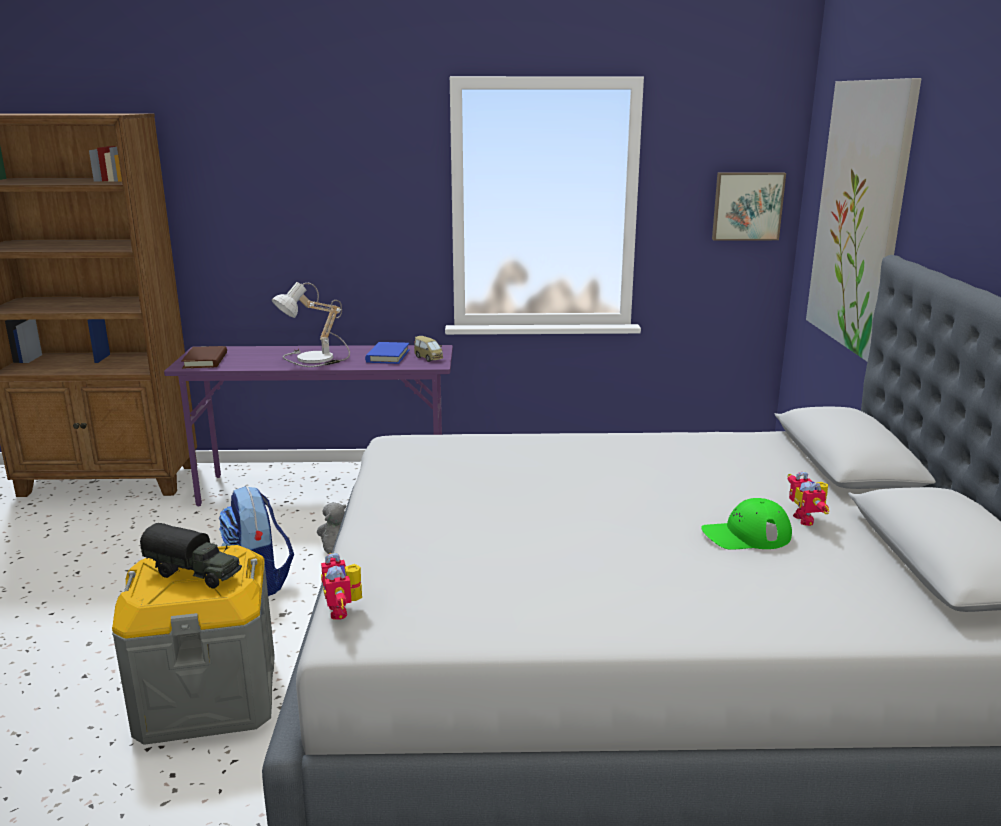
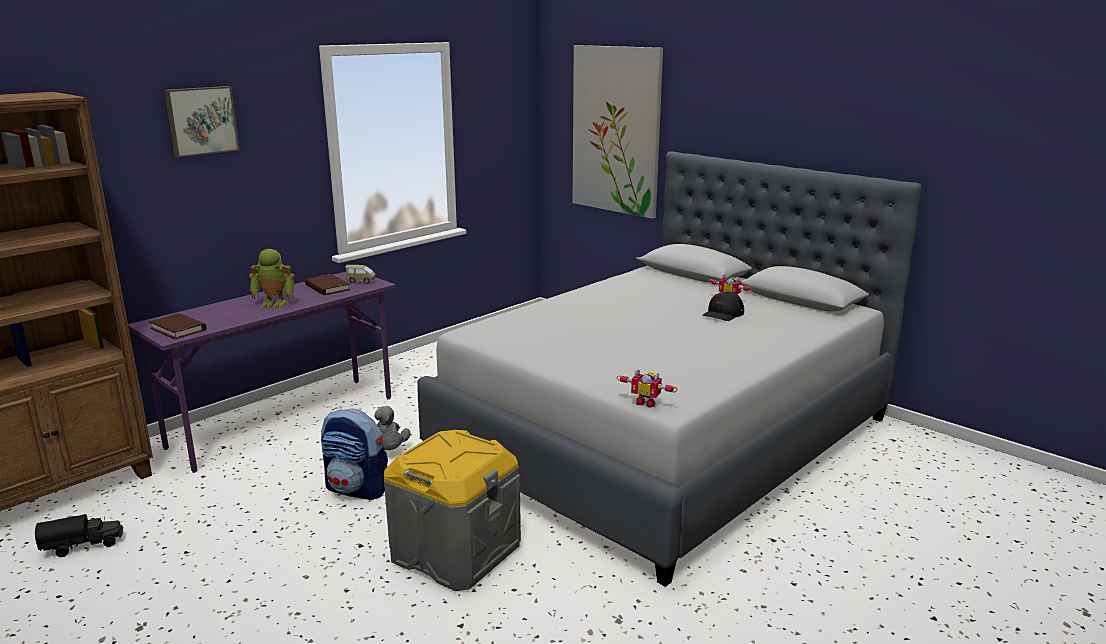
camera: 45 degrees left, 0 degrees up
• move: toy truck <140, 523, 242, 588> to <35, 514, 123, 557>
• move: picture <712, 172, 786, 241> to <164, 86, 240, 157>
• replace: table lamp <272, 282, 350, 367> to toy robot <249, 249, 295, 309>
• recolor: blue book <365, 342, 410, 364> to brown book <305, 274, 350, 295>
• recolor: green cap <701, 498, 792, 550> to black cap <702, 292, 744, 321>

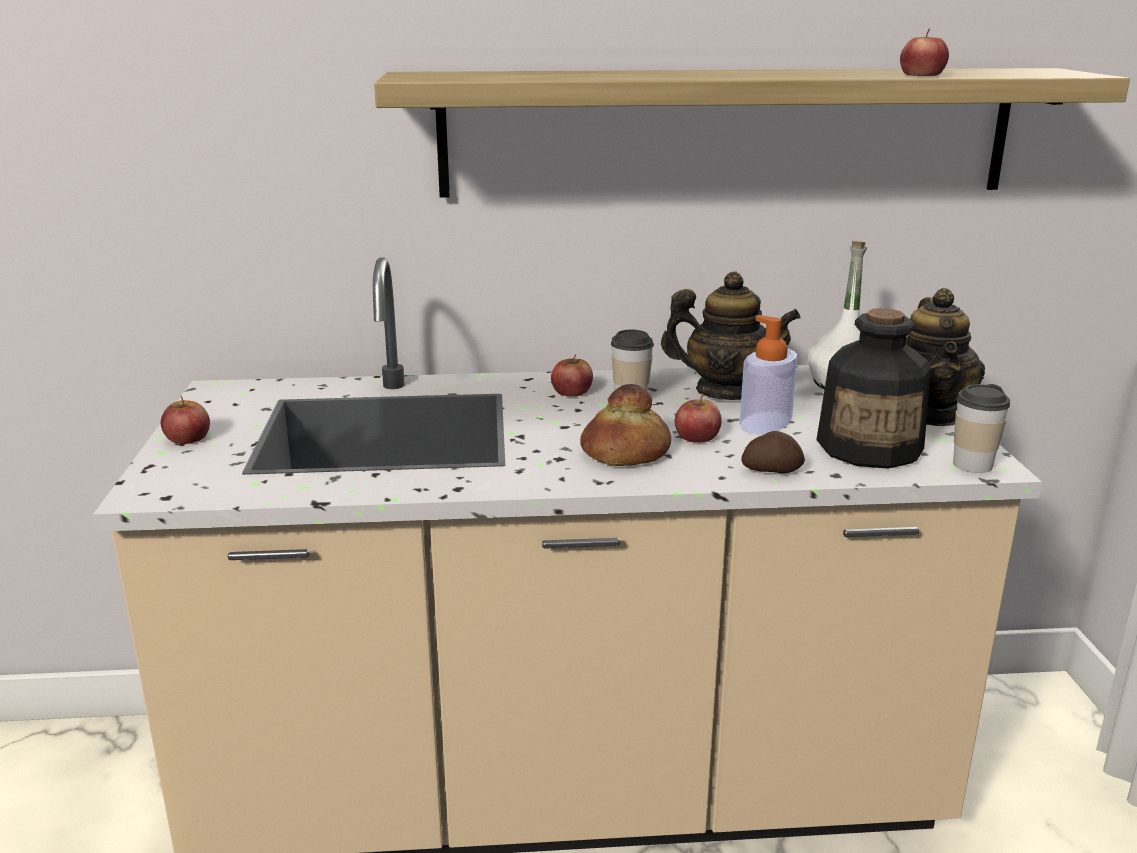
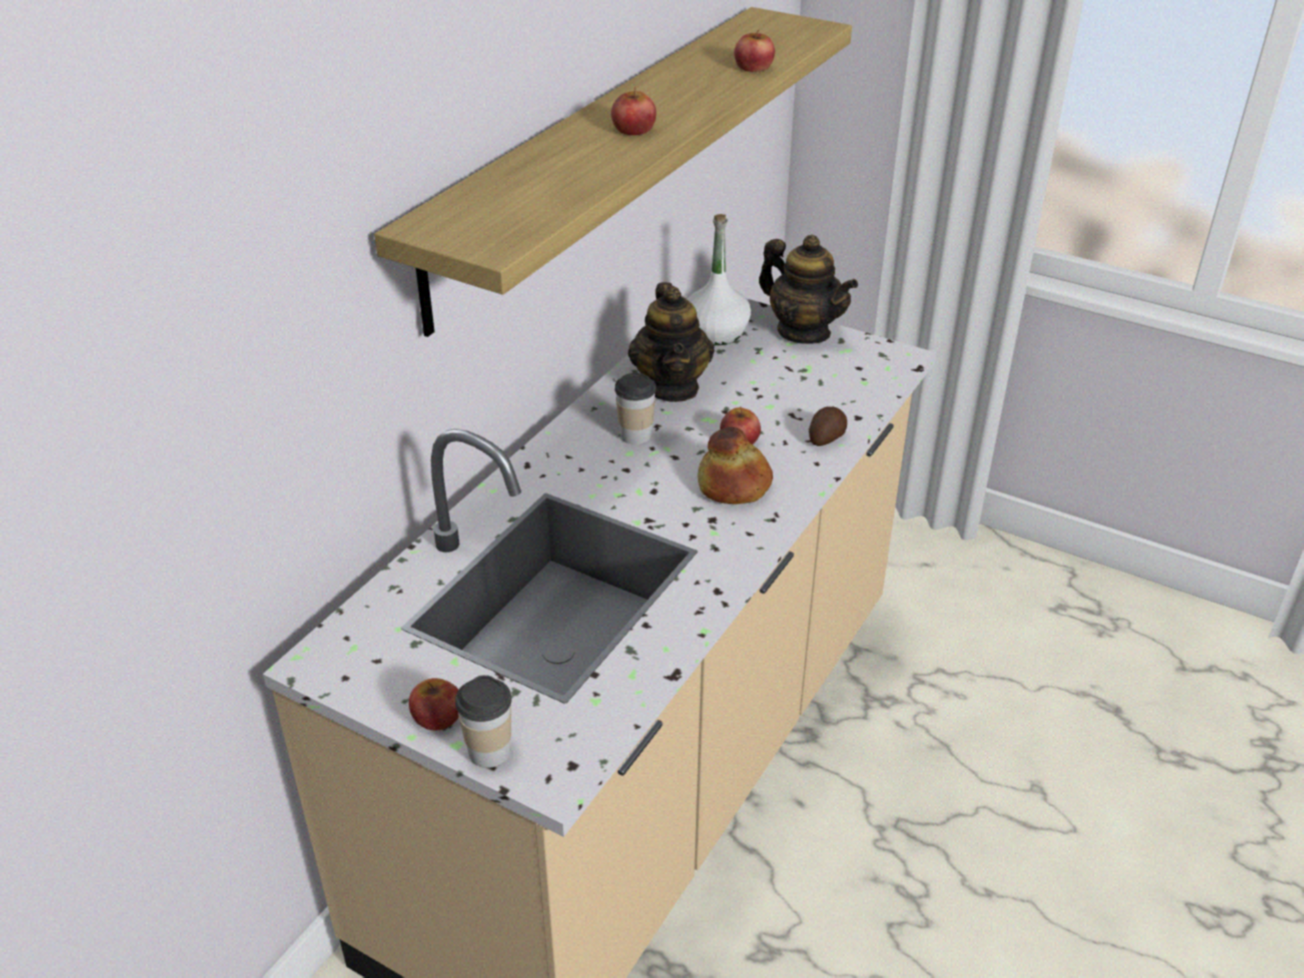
camera: 55 degrees left, 15 degrees up
• delete: soap dispenser <739, 315, 798, 434>
• delete: bottle <816, 308, 931, 469>
• move: apple <551, 354, 593, 397> to <611, 87, 656, 135>
• move: cup <953, 384, 1010, 473> to <455, 675, 512, 768>
• rotate: teapot <661, 272, 801, 400> = <628, 282, 715, 402> 120 degrees clockwise

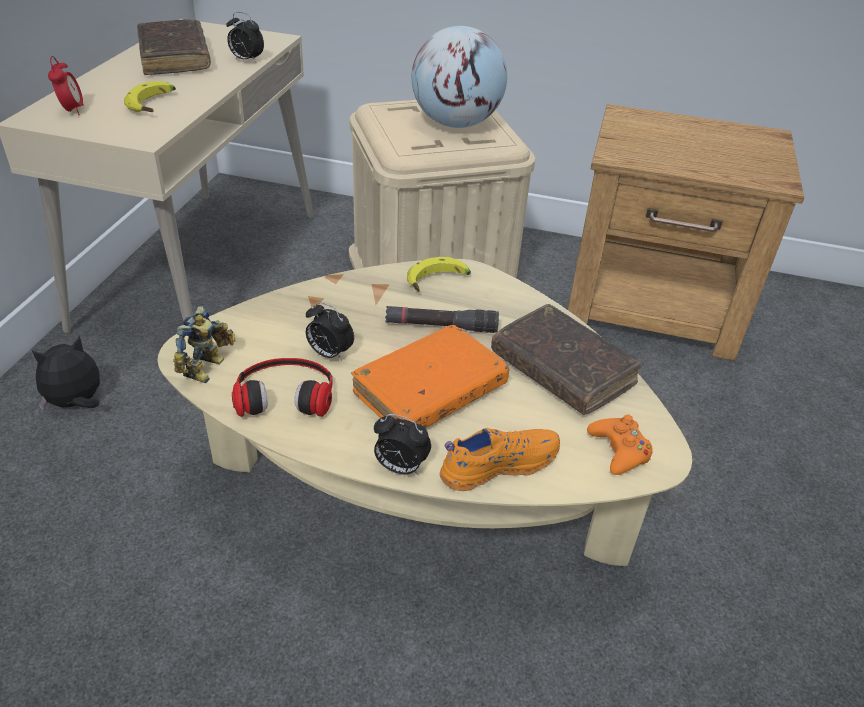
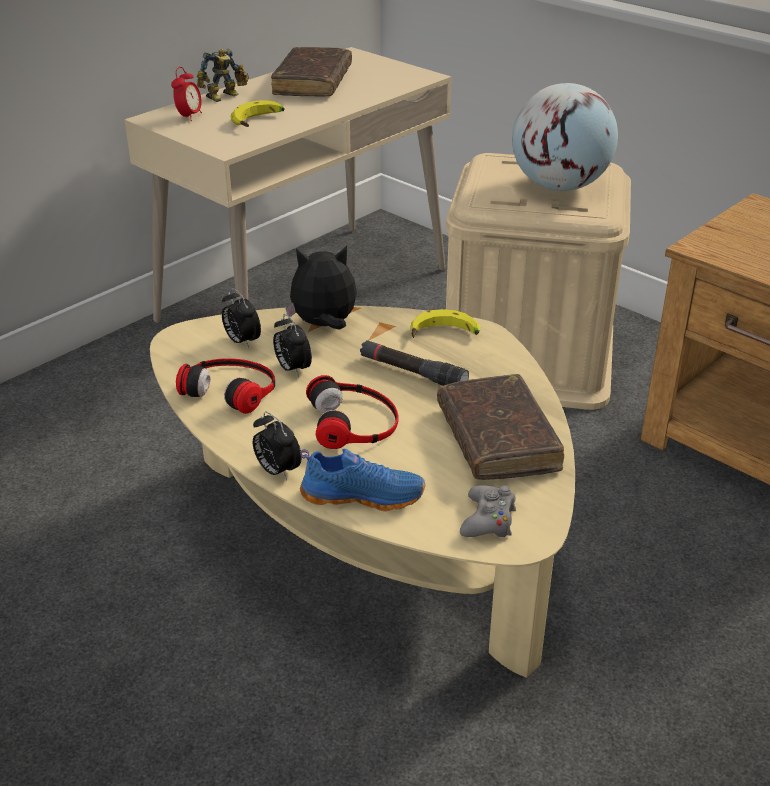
camera: 30 degrees right, 5 degrees down
• move: plush toy <32, 336, 100, 411> to <286, 246, 357, 330>
• move: toy robot <173, 306, 236, 383> to <197, 48, 249, 102>
• move: alarm clock <226, 12, 264, 62> to <222, 288, 261, 349>
• replace: orange book <351, 325, 510, 428> to headphones <306, 375, 399, 449>
• recolor: orange shoe <440, 428, 560, 491> to blue shoe <300, 449, 425, 511>
• recolor: orange game controller <587, 414, 653, 475> to grey game controller <460, 485, 516, 537>

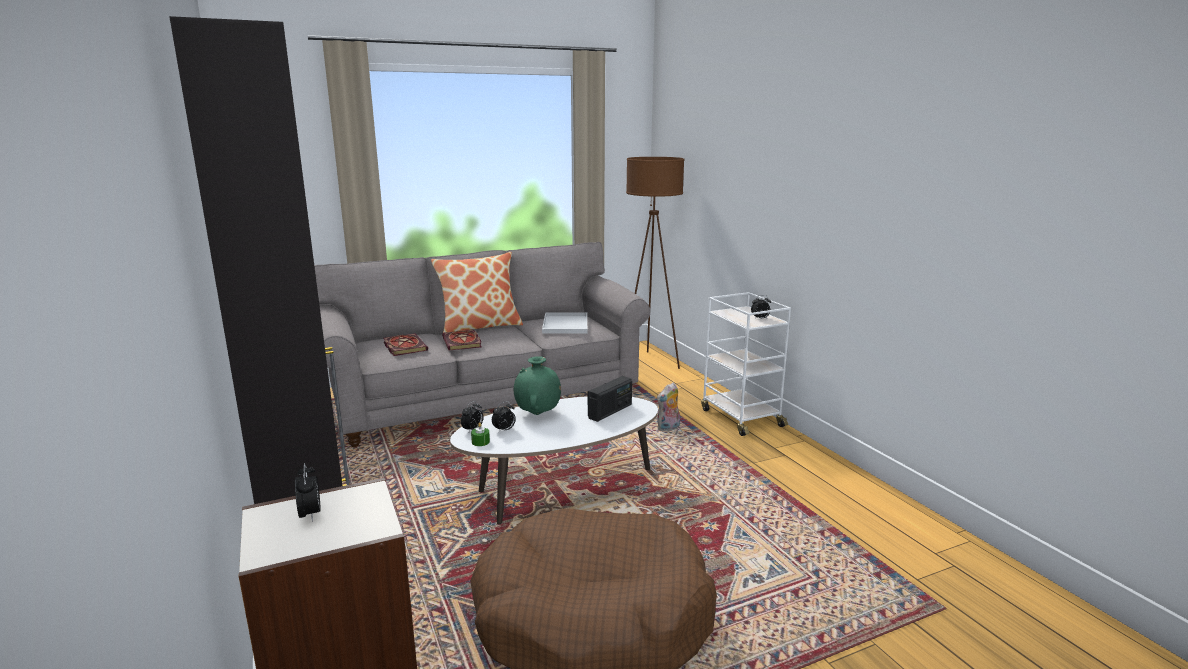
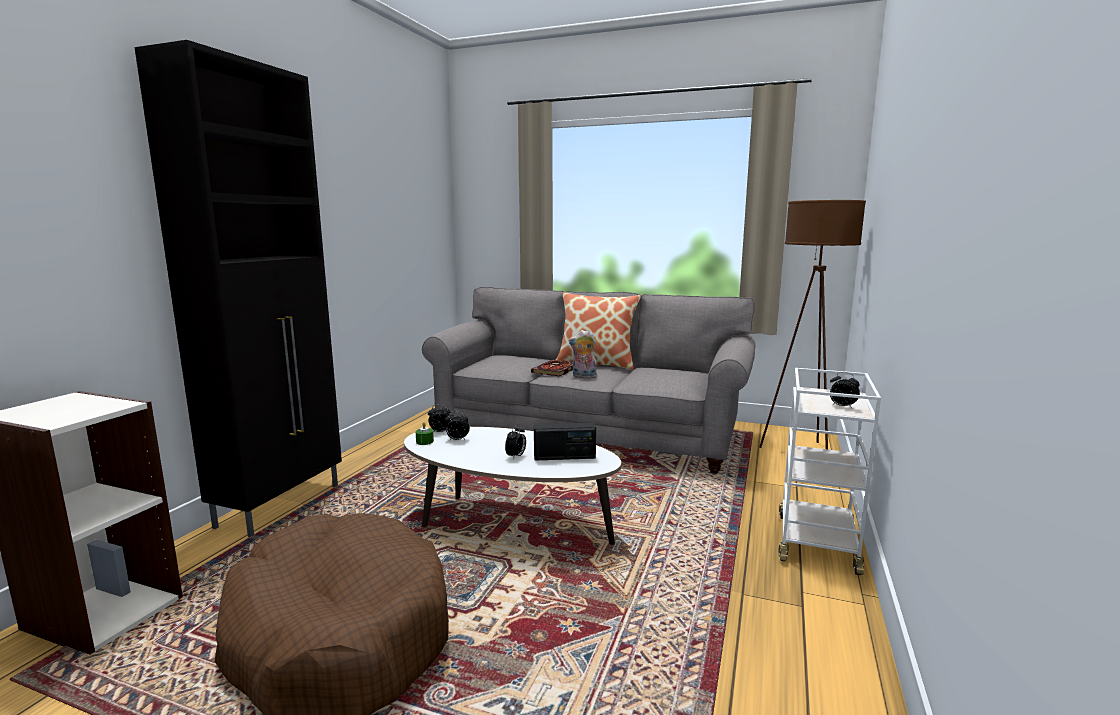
camera: 45 degrees right, 5 degrees down
• delete: book <384, 333, 428, 356>
• delete: green vase <514, 356, 561, 415>
• delete: white tray <542, 312, 587, 334>
• move: alarm clock <295, 463, 321, 522> to <505, 424, 526, 460>
• move: plush toy <657, 383, 680, 431> to <569, 330, 597, 378>

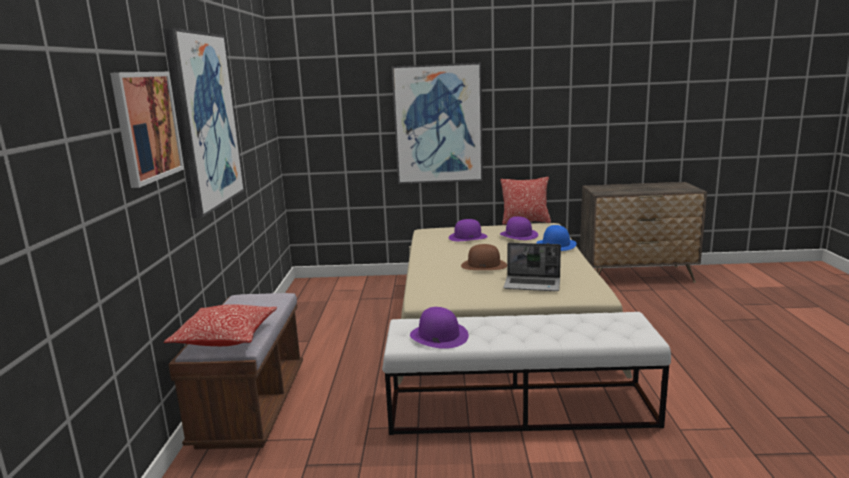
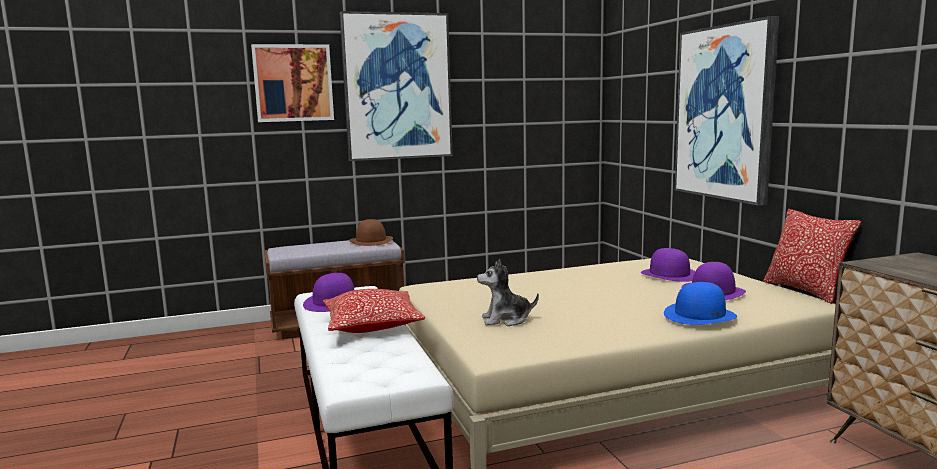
camera: 70 degrees right, 5 degrees down
• move: pillow <164, 304, 277, 346> to <323, 289, 425, 333>
• move: brown hat <461, 244, 507, 270> to <349, 219, 393, 246>
• replace: laptop <503, 243, 561, 291> to plush toy <477, 259, 539, 326>

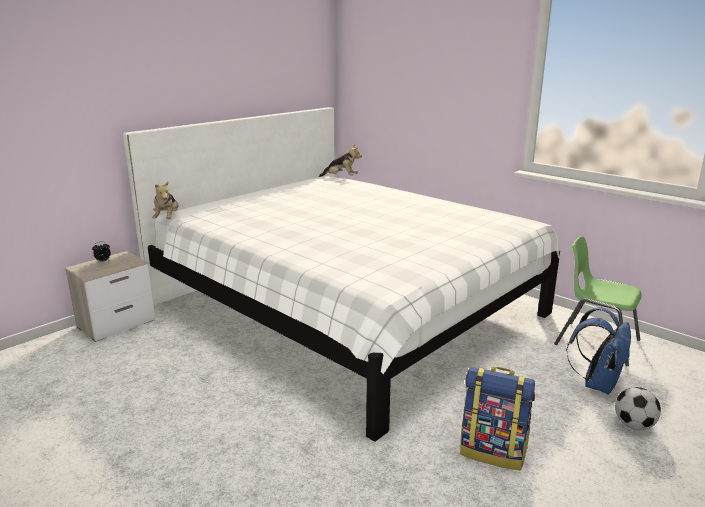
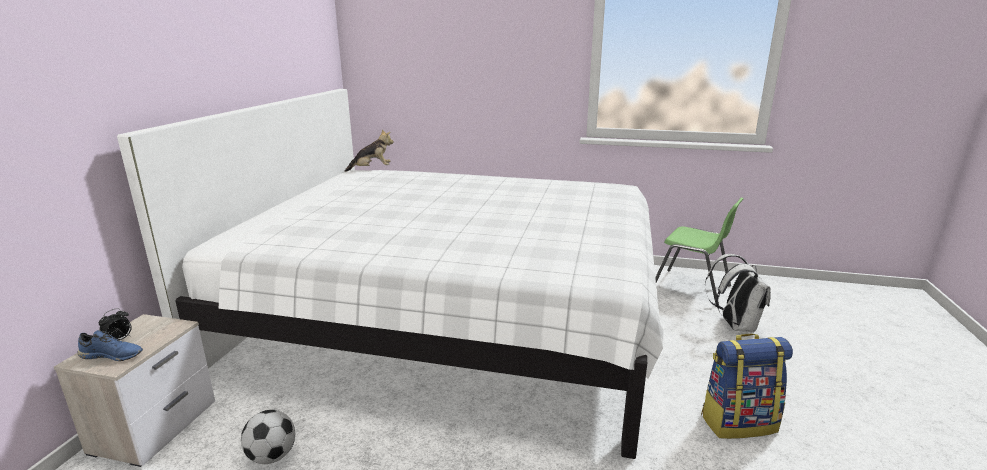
camera: 30 degrees left, 0 degrees up
• delete: plush toy <152, 182, 179, 219>
• insert: blue shoe <78, 330, 143, 361>
• move: football <615, 387, 661, 430> to <241, 410, 295, 464>
• recolor: blue backpack <566, 307, 631, 394> to white backpack <705, 254, 771, 333>
• rotate: green chair <554, 236, 642, 366> = <655, 197, 744, 306> 150 degrees counterclockwise

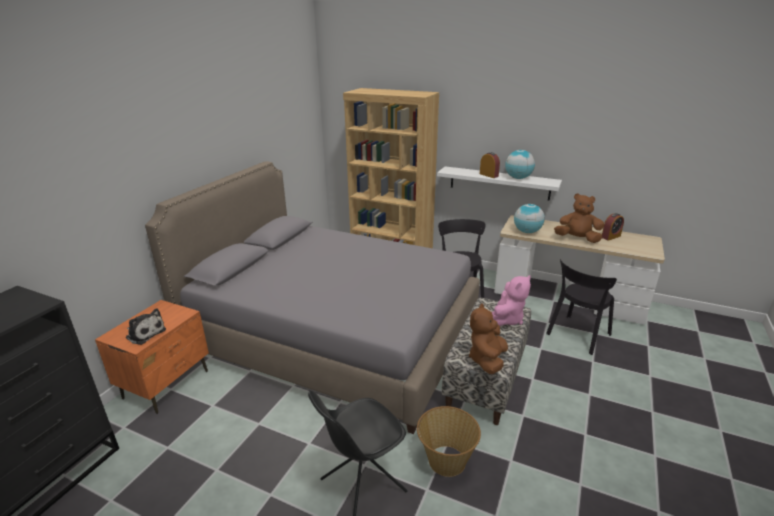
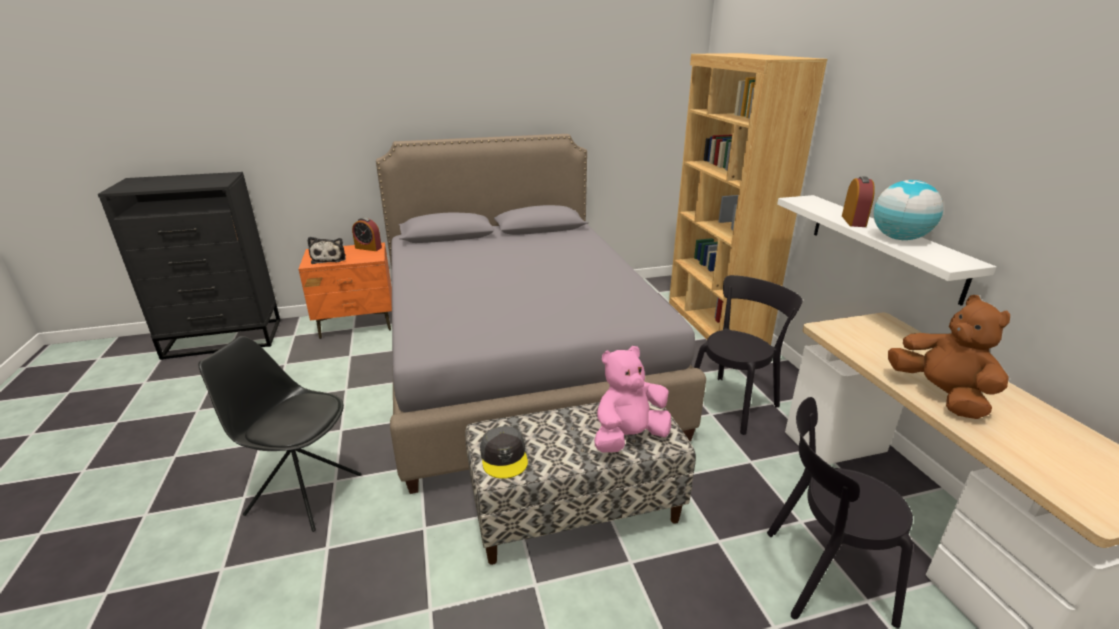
camera: 50 degrees right, 0 degrees up
• delete: basket <417, 406, 481, 477>
• delete: globe <514, 204, 545, 233>
• move: alarm clock <602, 213, 624, 241> to <352, 218, 382, 251>
• replace: brown plush toy <469, 304, 508, 374> to grey cap <480, 426, 528, 479>
• rotate: pink plush toy <492, 275, 531, 326> = <594, 346, 671, 452> 150 degrees clockwise

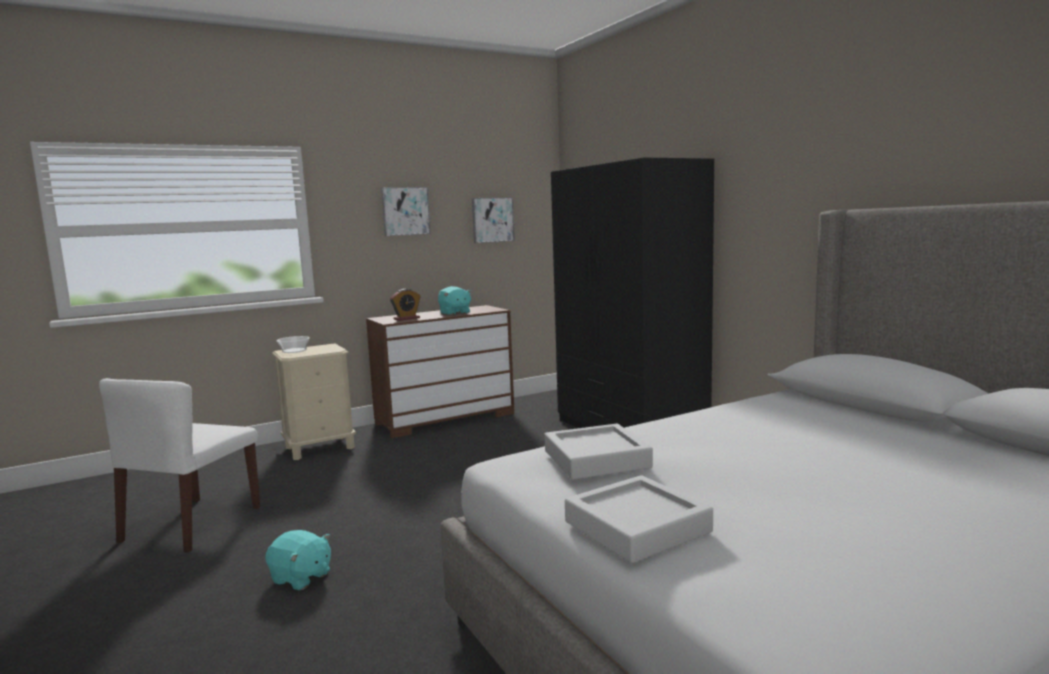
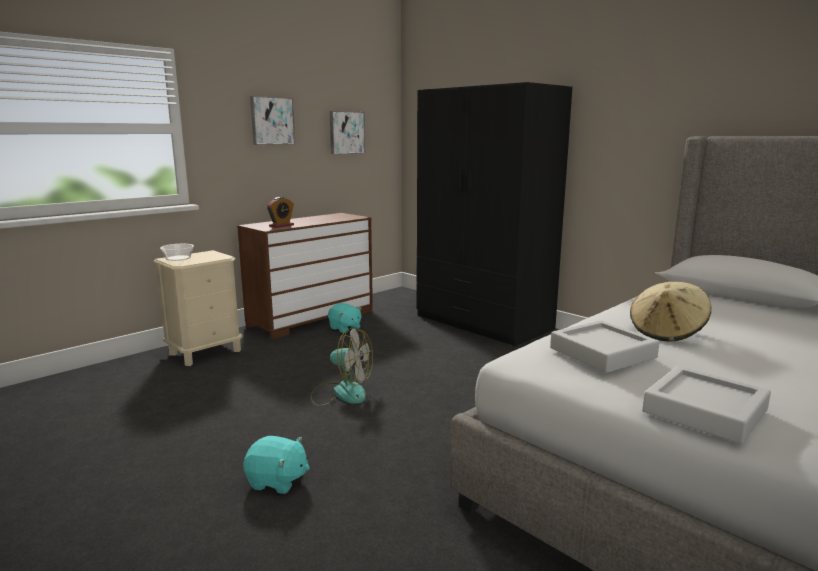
camera: 15 degrees left, 5 degrees up
• delete: white chair <99, 378, 260, 553>
• insert: fan <310, 327, 373, 406>
• insert: beige hat <630, 282, 711, 341>
• move: turquoise plush toy <438, 286, 472, 315> to <328, 303, 362, 333>

